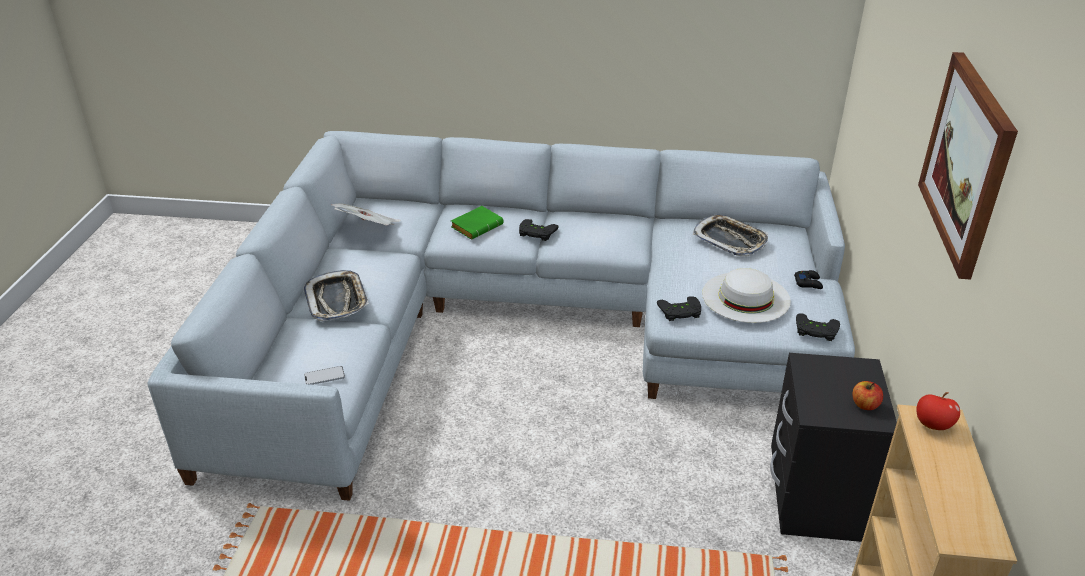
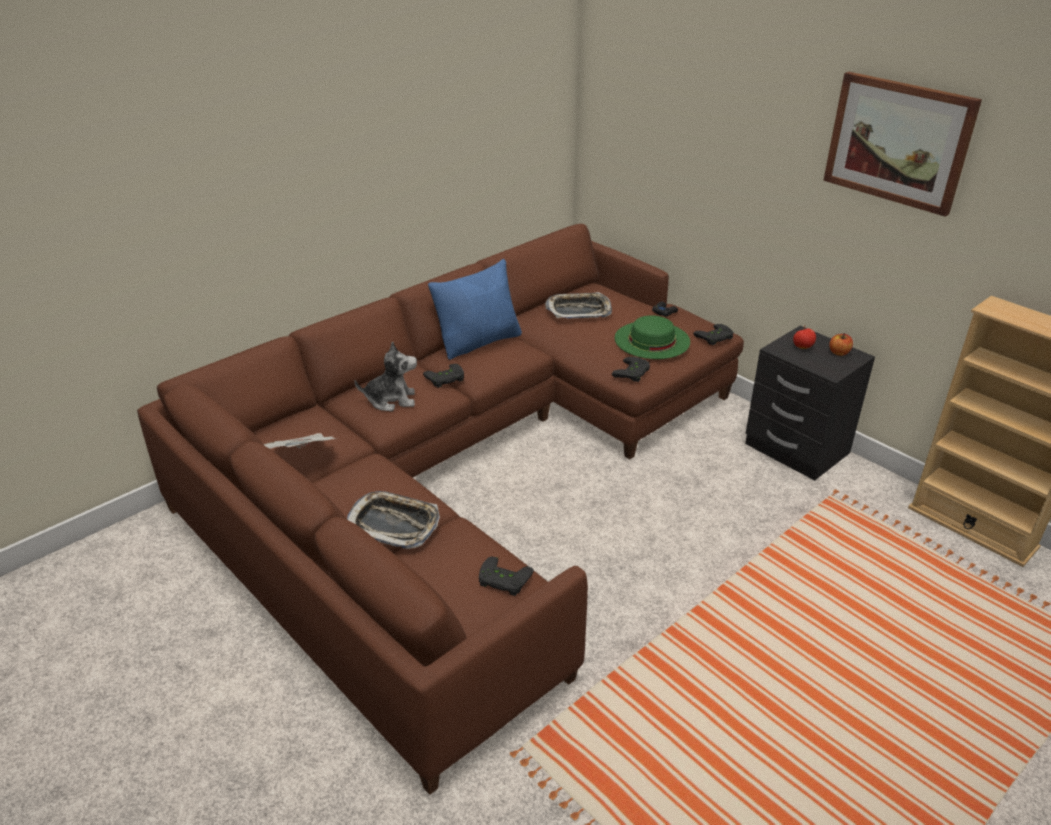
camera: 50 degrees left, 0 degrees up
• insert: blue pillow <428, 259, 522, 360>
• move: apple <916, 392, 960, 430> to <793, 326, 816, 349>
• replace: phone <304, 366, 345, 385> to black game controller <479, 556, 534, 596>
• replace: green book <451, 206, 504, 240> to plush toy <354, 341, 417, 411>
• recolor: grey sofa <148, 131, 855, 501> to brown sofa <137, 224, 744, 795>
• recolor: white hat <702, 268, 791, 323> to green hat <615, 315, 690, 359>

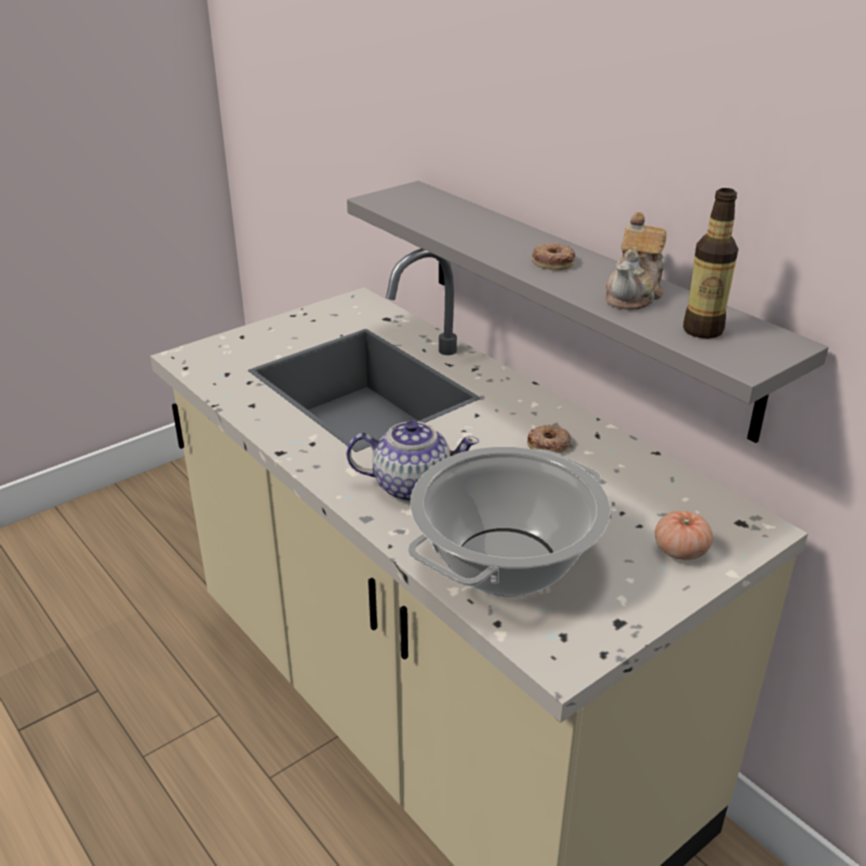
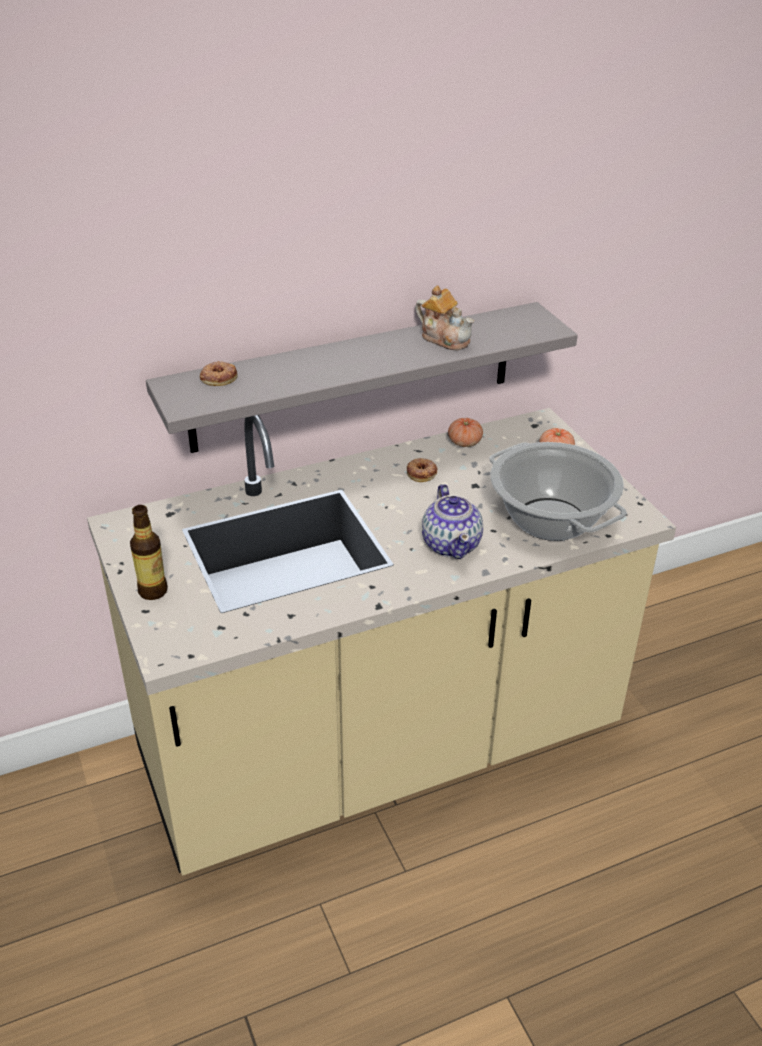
camera: 75 degrees left, 5 degrees up
• insert: tomato <448, 418, 483, 447>
• move: donut <532, 243, 575, 270> to <200, 361, 238, 386>
• move: bottle <683, 188, 738, 339> to <130, 505, 168, 600>
• rotate: teapot <346, 420, 479, 502> = <422, 484, 483, 559> 150 degrees clockwise

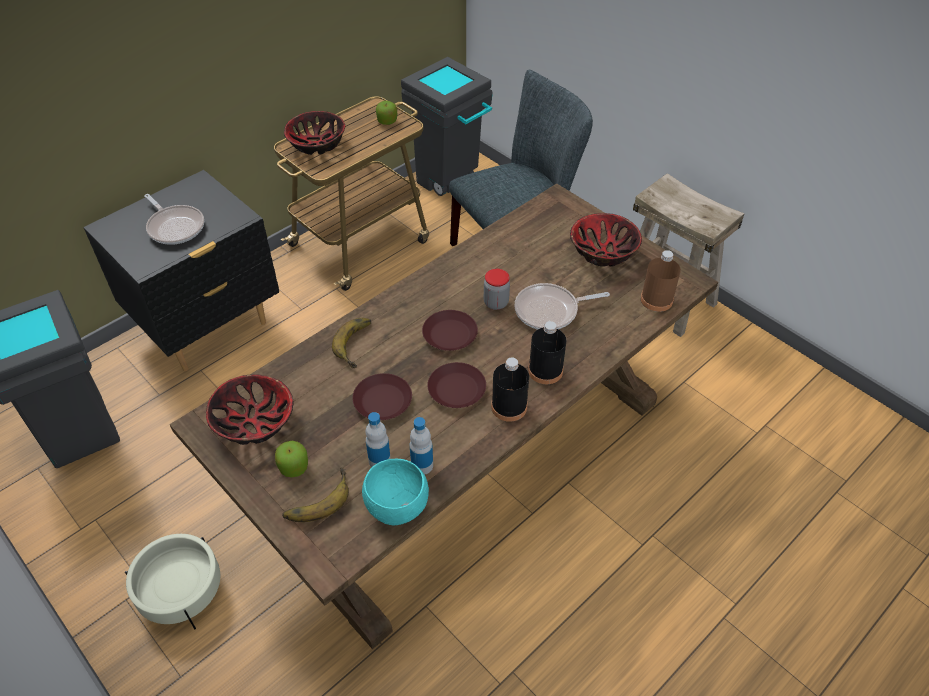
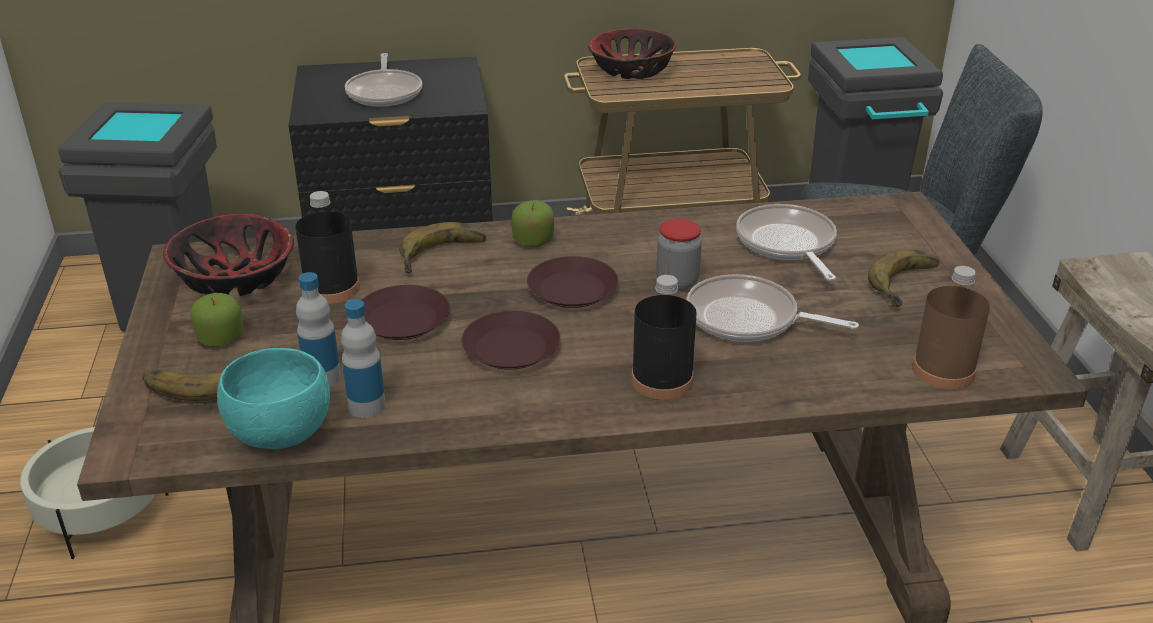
camera: 35 degrees right, 15 degrees down
• insert: frying pan <736, 204, 837, 281>
• move: apple <376, 101, 397, 125> to <511, 200, 554, 247>
• move: black bottle <491, 358, 529, 422> to <295, 191, 360, 304>
• replace: bowl <570, 213, 642, 267> to banana <868, 249, 939, 307>

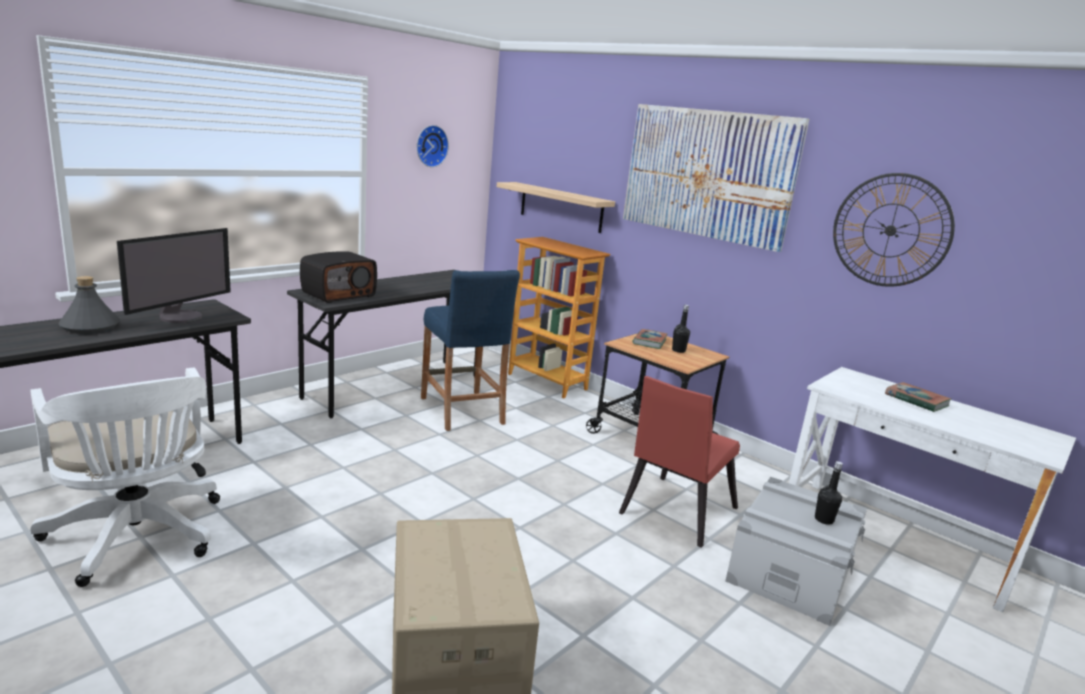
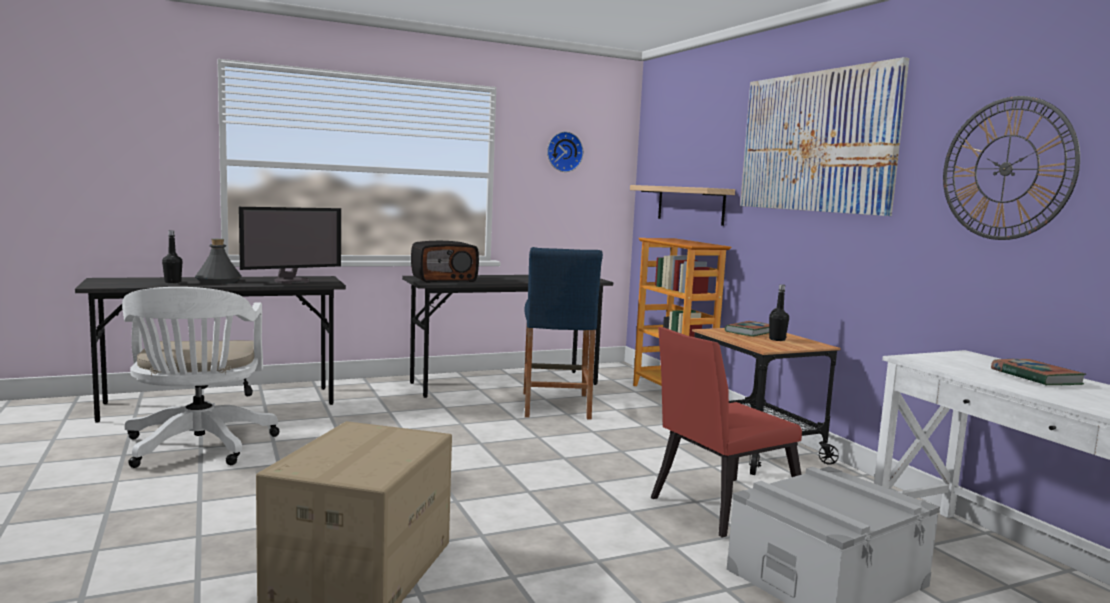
camera: 25 degrees right, 10 degrees down
• move: black bottle <815, 461, 843, 525> to <162, 230, 182, 284>

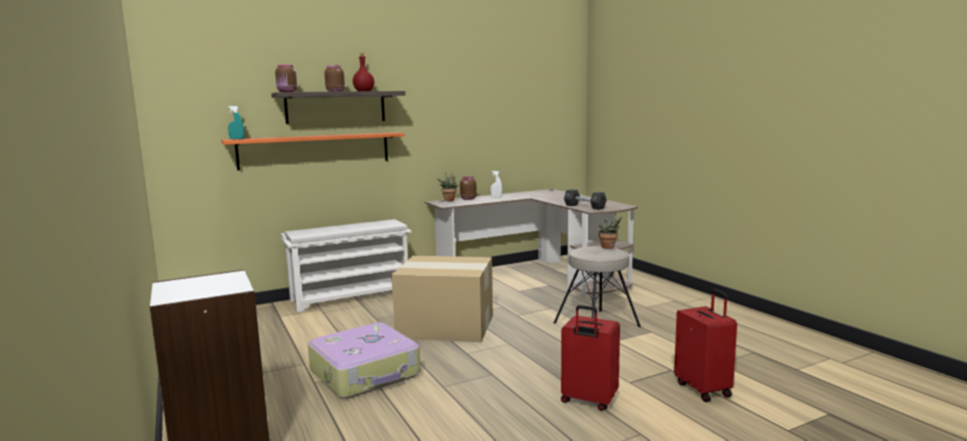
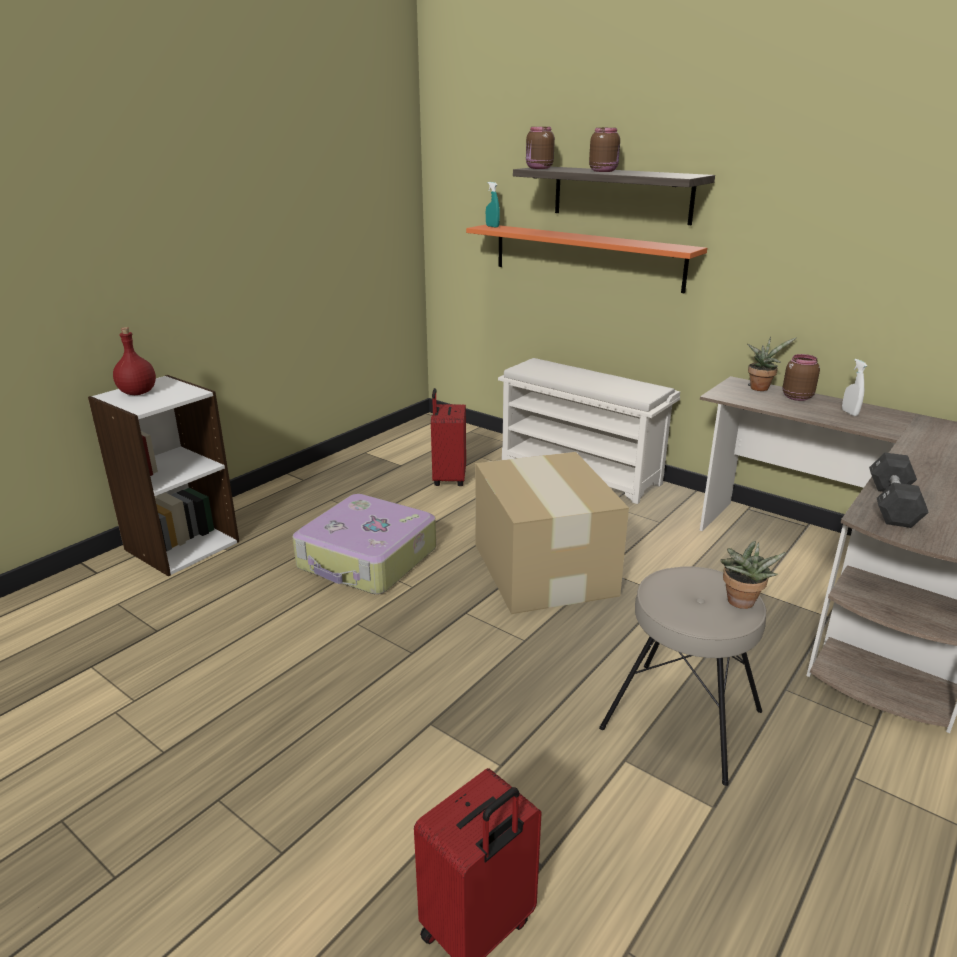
camera: 65 degrees right, 15 degrees up
• move: red bottle <353, 54, 375, 91> to <113, 327, 156, 395>
• move: red suitcase <561, 305, 620, 411> to <431, 388, 466, 486>

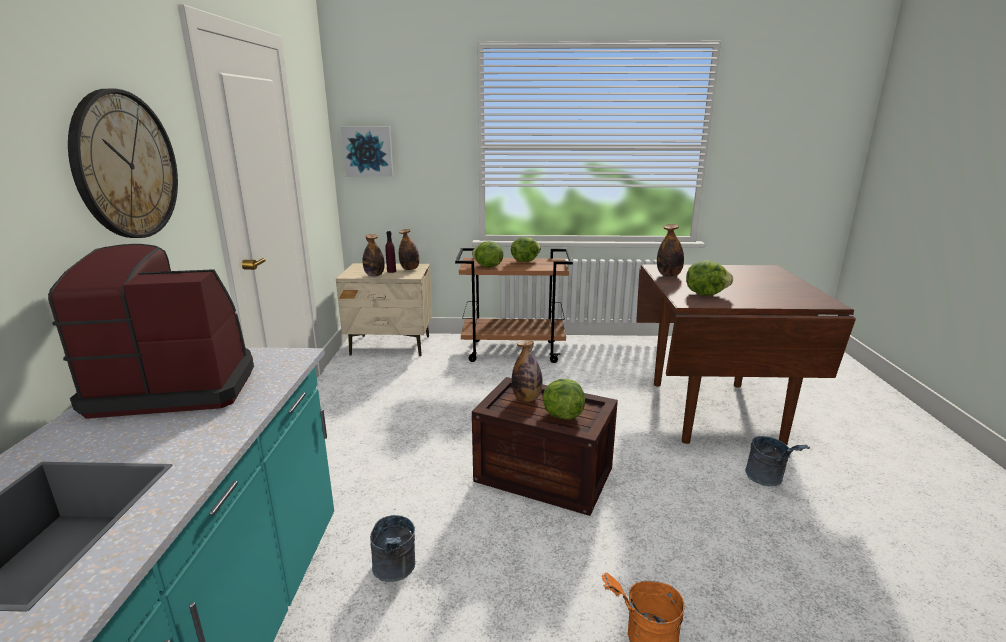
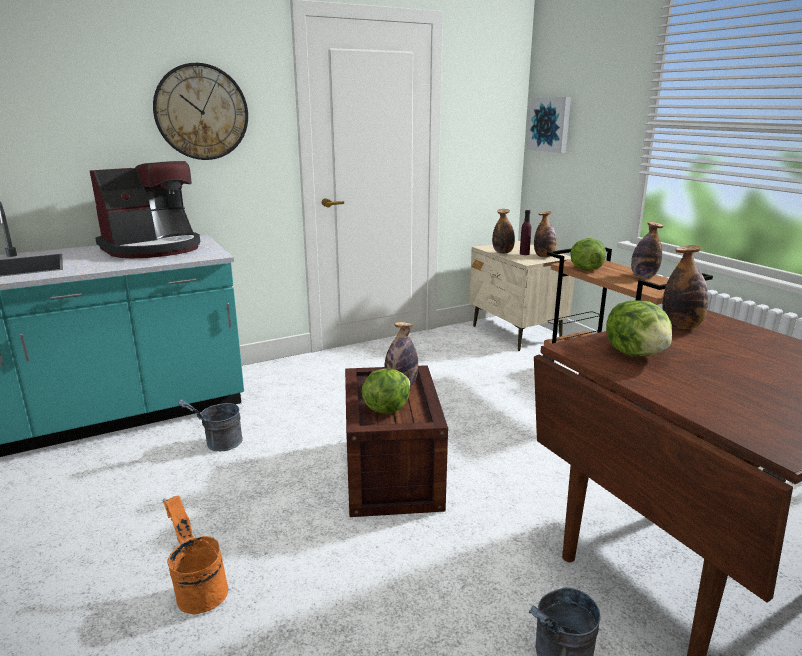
camera: 60 degrees right, 0 degrees up
• replace: lettuce <511, 237, 541, 262> to bottle <631, 222, 664, 278>
• rotate: coffee machine <48, 244, 254, 419> = <89, 161, 200, 259> 90 degrees clockwise

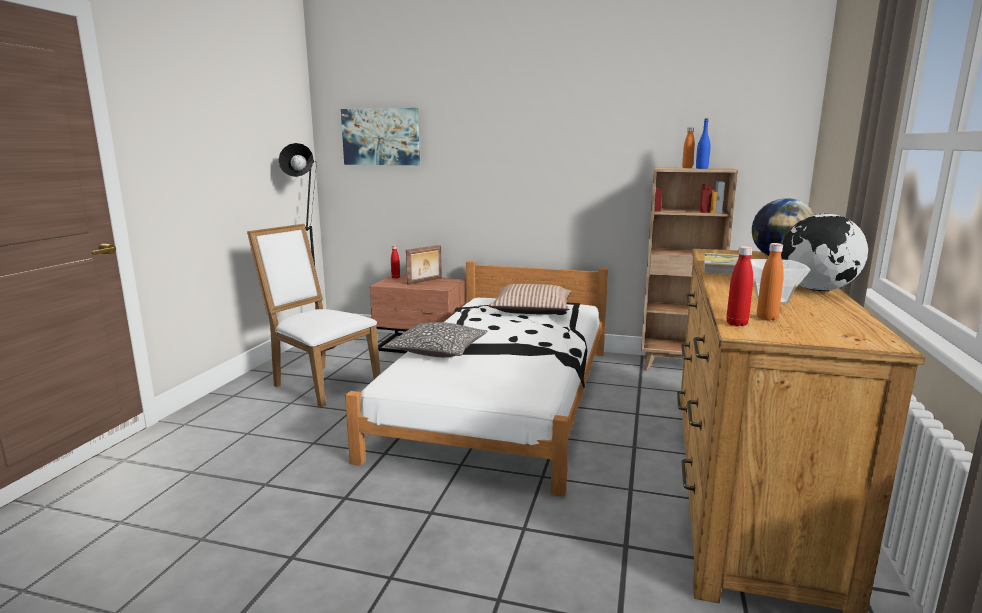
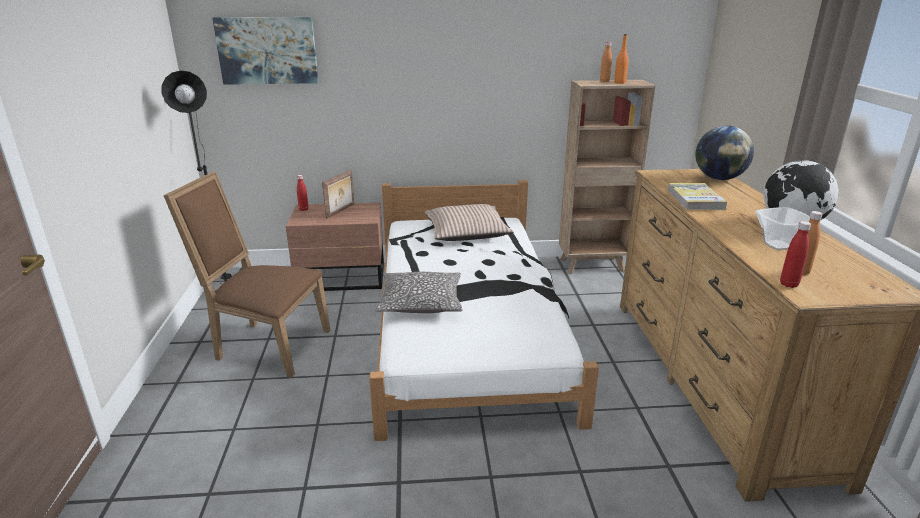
camera: 20 degrees left, 10 degrees up
• recolor: white chair <247, 224, 380, 407> to brown chair <163, 171, 330, 378>
• recolor: blue bottle <696, 119, 711, 169> to orange bottle <614, 34, 629, 84>

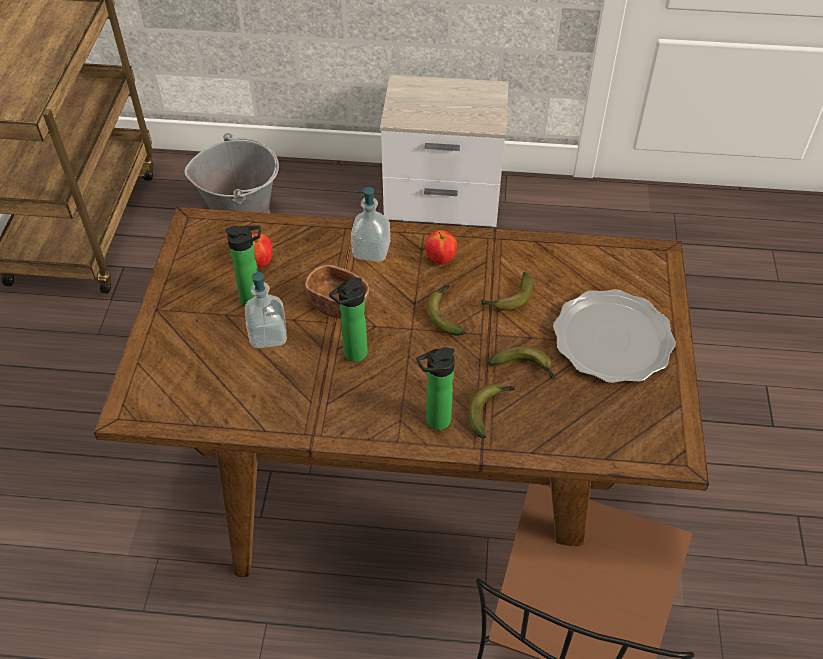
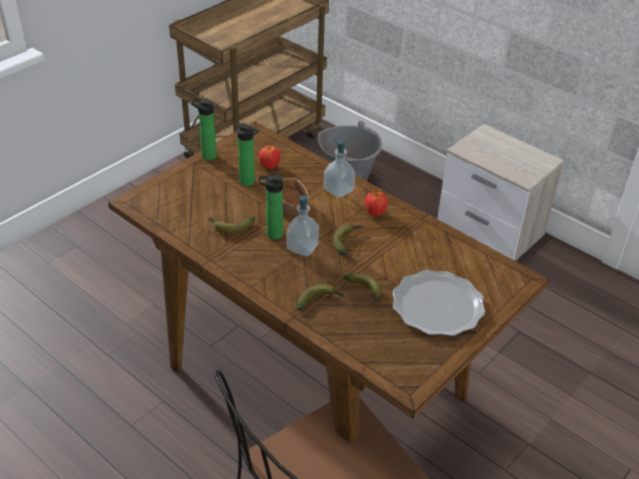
camera: 35 degrees right, 10 degrees down
• move: soap dispenser <245, 268, 287, 348> to <287, 195, 319, 256>
• move: bottle <416, 347, 455, 430> to <191, 98, 217, 160>
• move: banana <481, 272, 533, 311> to <209, 217, 255, 233>

